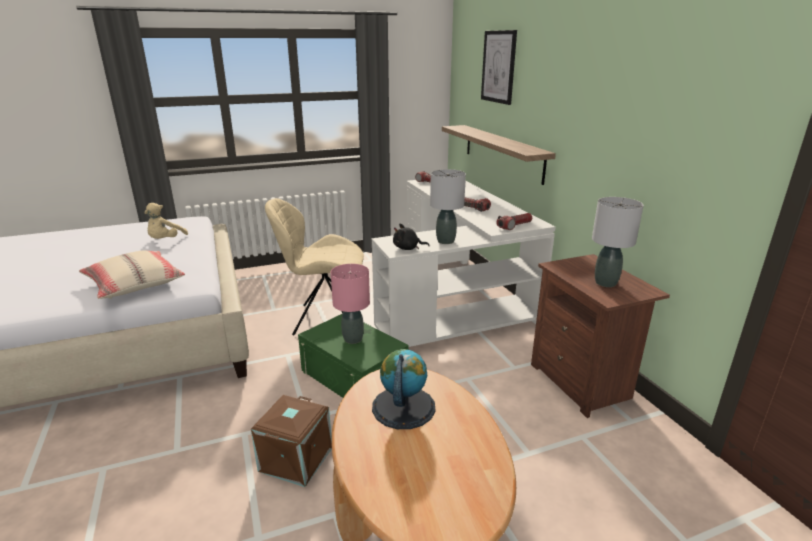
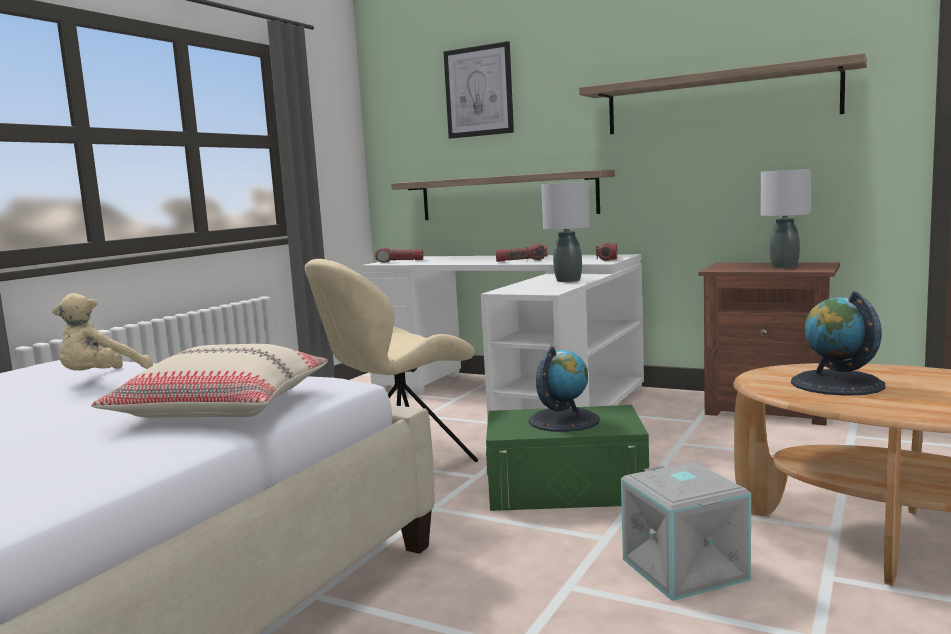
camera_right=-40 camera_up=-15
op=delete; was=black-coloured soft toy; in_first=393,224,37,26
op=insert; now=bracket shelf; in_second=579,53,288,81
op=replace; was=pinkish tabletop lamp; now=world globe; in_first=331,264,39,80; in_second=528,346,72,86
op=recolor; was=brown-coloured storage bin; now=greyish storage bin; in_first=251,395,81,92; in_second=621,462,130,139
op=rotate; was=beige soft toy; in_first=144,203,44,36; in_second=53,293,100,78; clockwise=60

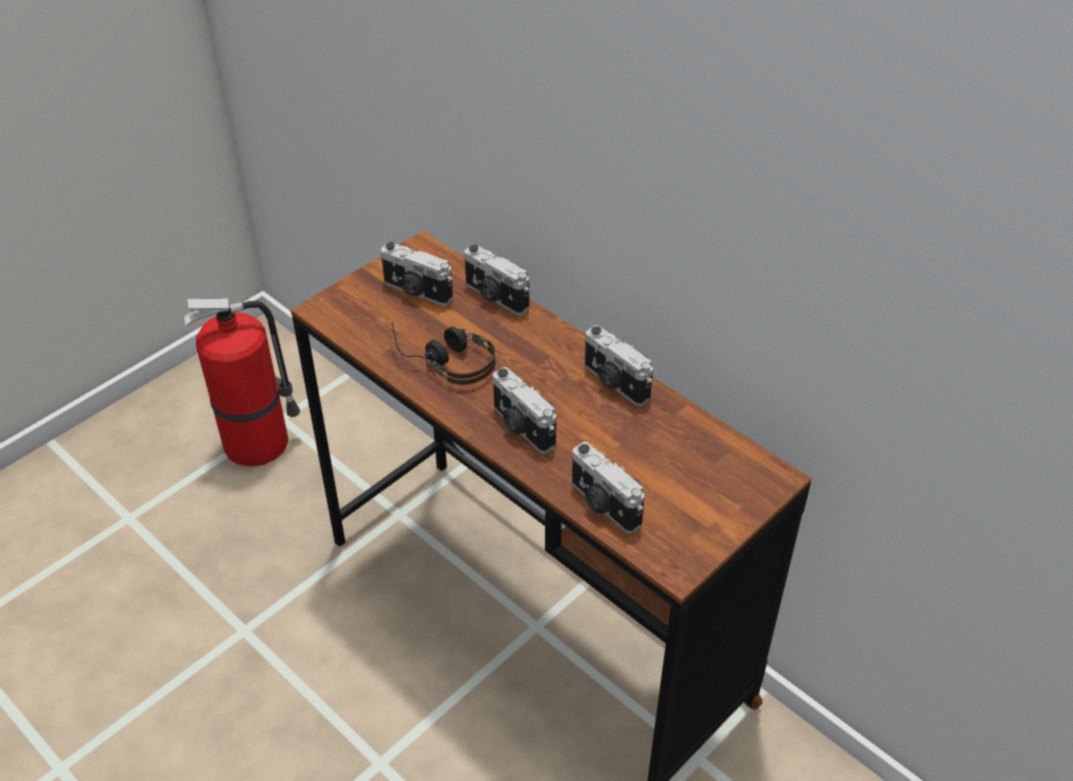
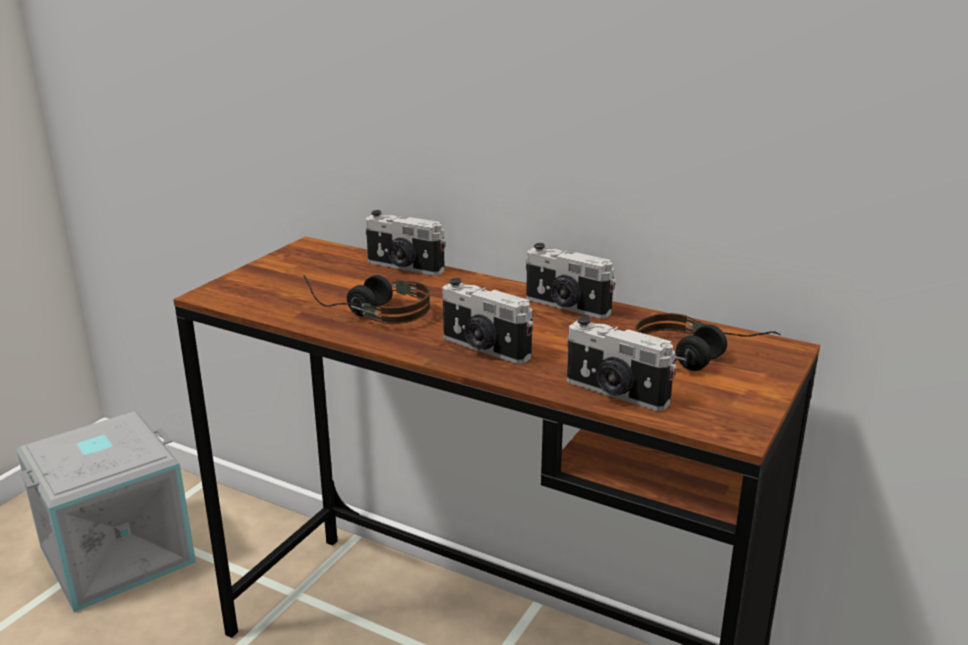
camera_right=-15 camera_up=-20
op=delete; was=still camera; in_first=381,242,72,64
op=insert; now=headphones; in_second=635,313,146,58
op=replace; was=fire-fighting cylinder; now=greyish storage bin; in_first=184,298,116,169; in_second=16,411,180,201

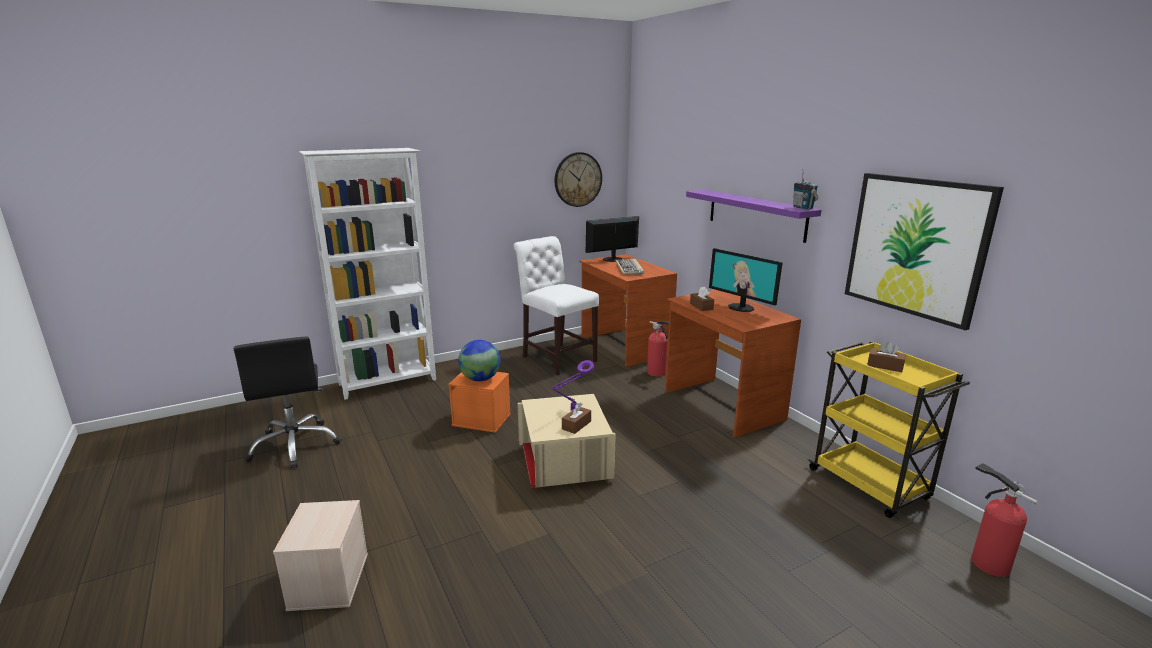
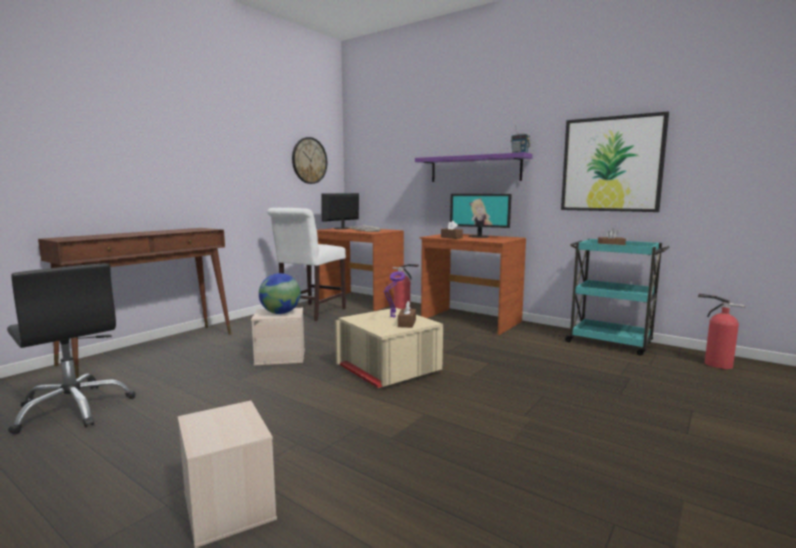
camera_right=-25 camera_up=-10
op=replace; was=white-coloured shelving unit; now=brown-coloured console table; in_first=299,148,137,252; in_second=38,228,193,150
op=recolor; was=orange-coloured storage bin; now=beige storage bin; in_first=448,372,63,61; in_second=251,308,54,57
op=recolor; was=yellow trolley; now=turquoise trolley; in_first=808,341,162,177; in_second=564,239,106,117
op=rotate; was=white-coloured chair; in_first=514,236,85,139; in_second=267,208,79,113; clockwise=-90

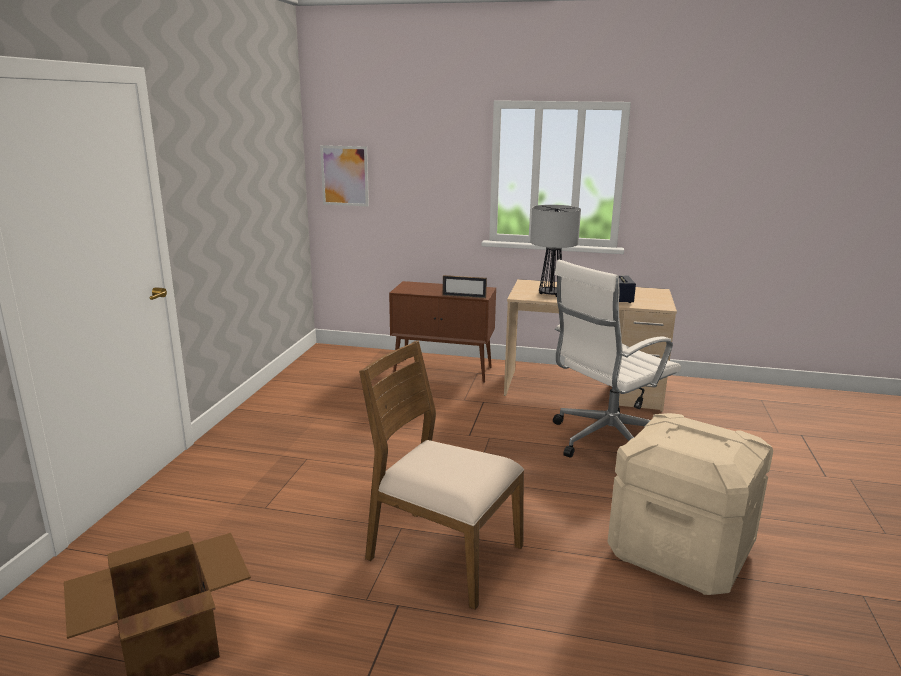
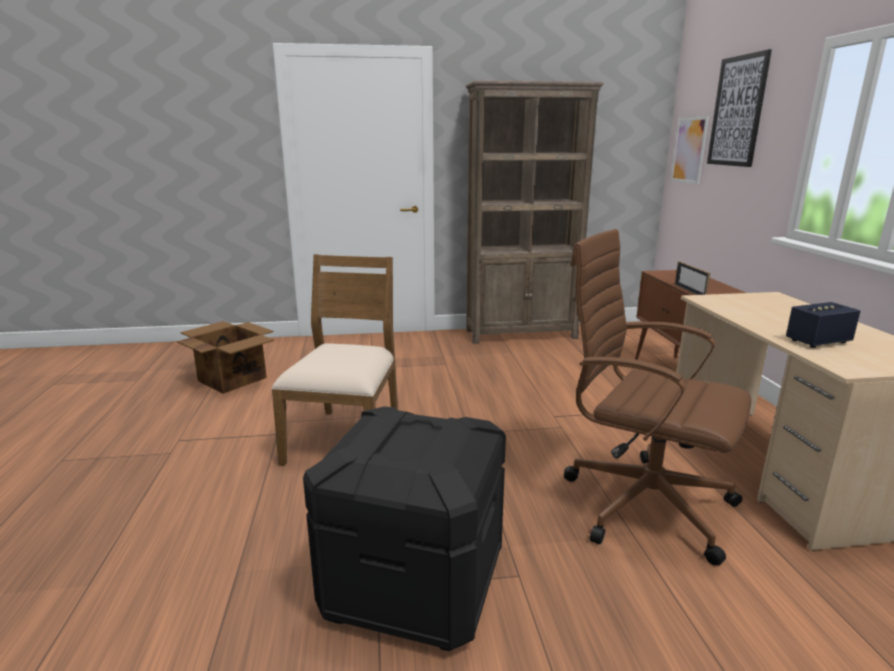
camera_right=70 camera_up=0
op=delete; was=tabletop lamp; in_first=530,205,51,92
op=insert; now=brown-coloured shelving unit; in_second=466,80,138,264
op=insert; now=wall picture; in_second=707,49,65,118
op=recolor; was=white-coloured office chair; now=brown-coloured office chair; in_first=553,260,128,198; in_second=564,229,187,336
op=recolor; was=beige storage bin; now=black-coloured storage bin; in_first=607,413,166,182; in_second=303,407,203,244

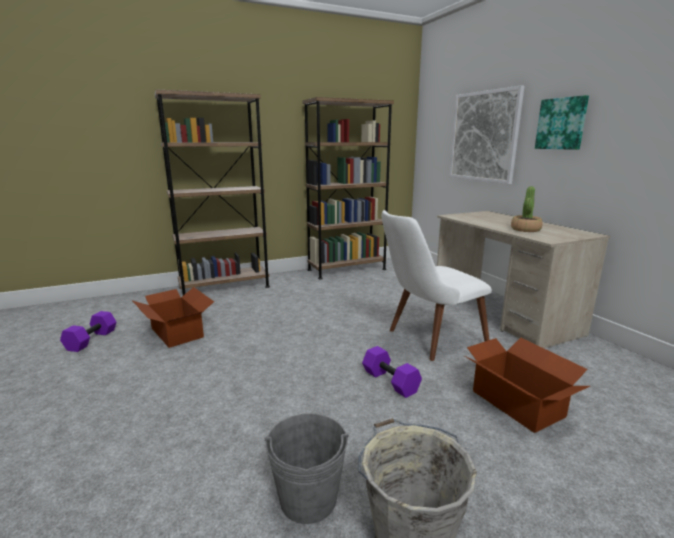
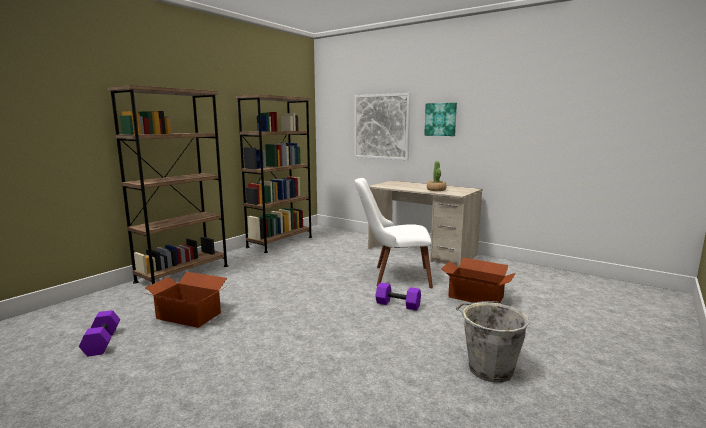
camera_right=-30 camera_up=-5
op=delete; was=greyish bucket; in_first=265,414,84,110
op=rotate; was=white-coloured chair; in_first=382,210,110,151; in_second=355,178,78,110; clockwise=60

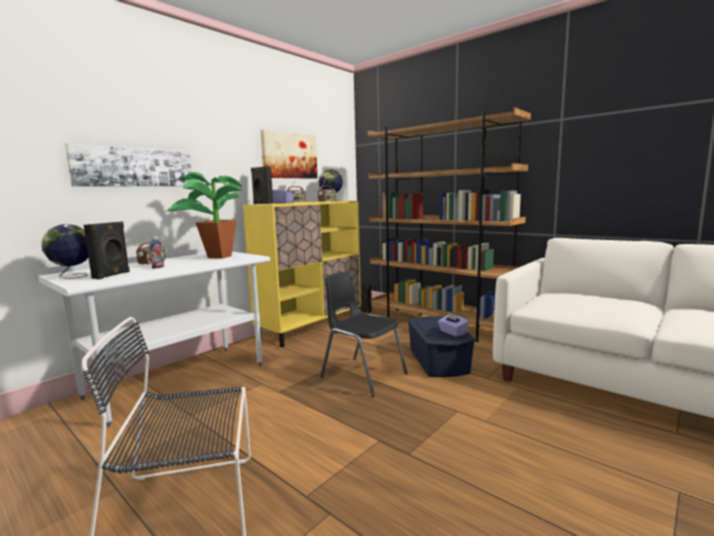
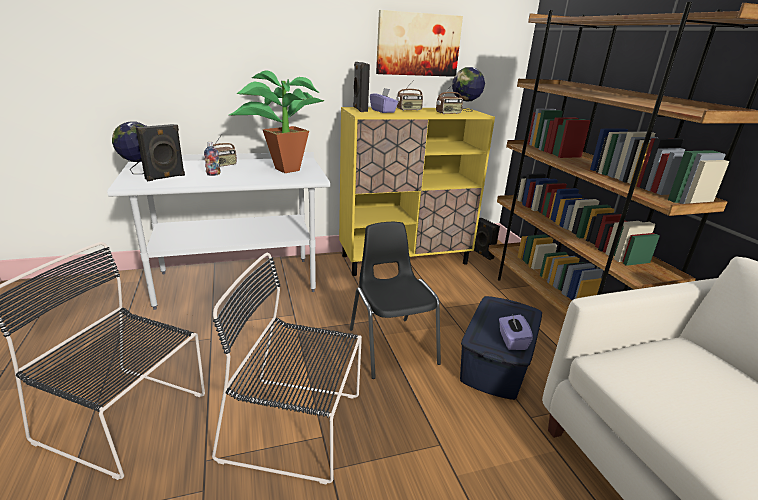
camera_right=30 camera_up=15
op=delete; was=wall picture; in_first=65,143,127,44
op=insert; now=black-coloured chair; in_second=212,253,150,232

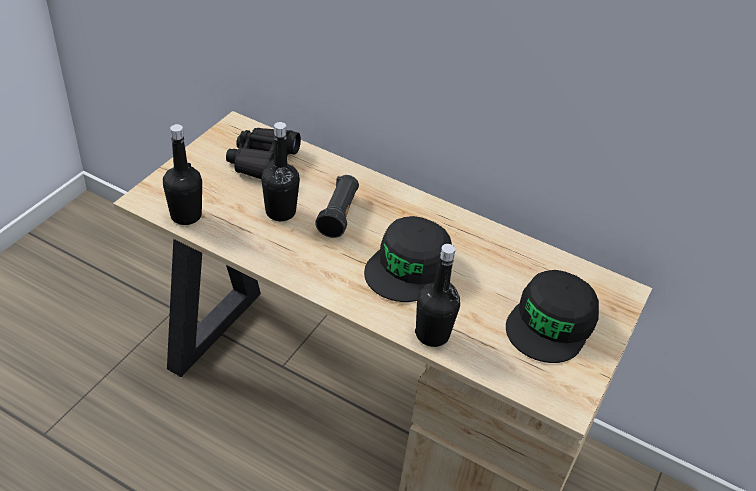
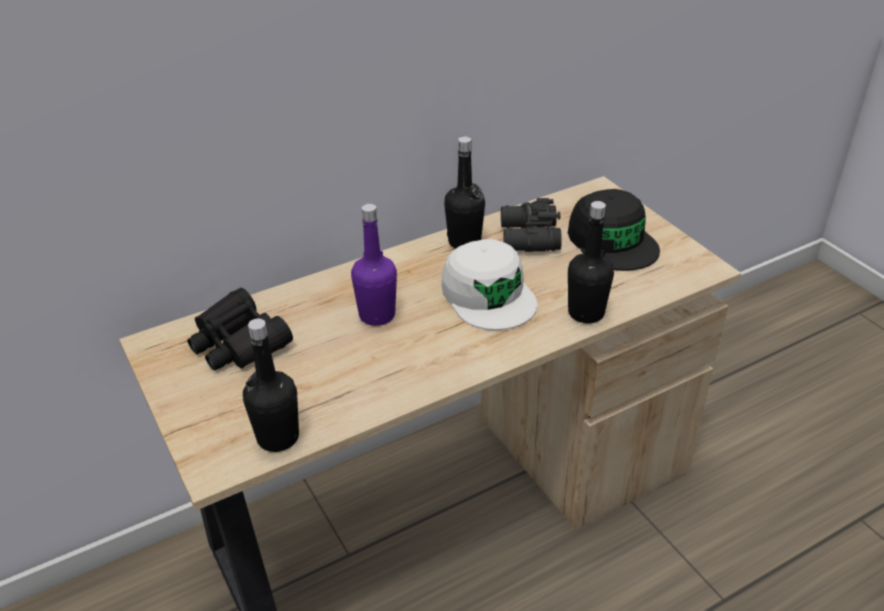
camera_right=-55 camera_up=-5
op=insert; now=black-coloured field glasses; in_second=501,198,61,54
op=move; was=black-coloured bottle; in_first=261,122,39,99; in_second=444,136,41,113
op=replace; was=black-coloured flashlight; now=purple bottle; in_first=315,175,44,63; in_second=351,204,46,122
op=recolor; was=black-coloured peaked cap; now=white-coloured peaked cap; in_first=364,216,88,86; in_second=442,239,95,91

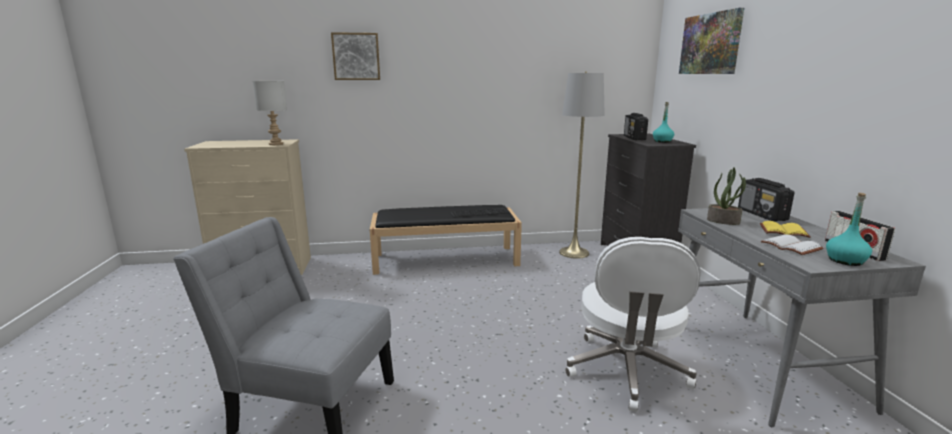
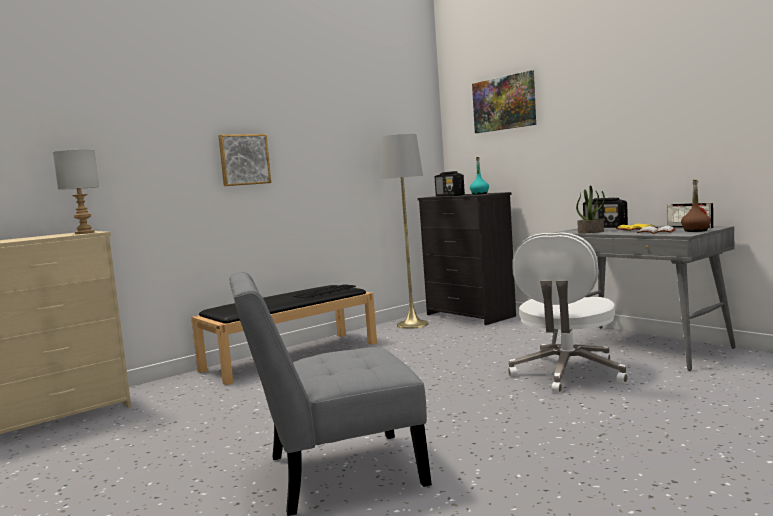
camera_right=-30 camera_up=-10
op=move; was=wall picture; in_first=331,32,49,48; in_second=218,134,53,52
op=recolor; was=turquoise bottle; now=brown-coloured bottle; in_first=826,193,46,73; in_second=681,179,30,53
op=rotate; was=white-coloured office chair; in_first=565,237,136,175; in_second=508,232,120,161; clockwise=45

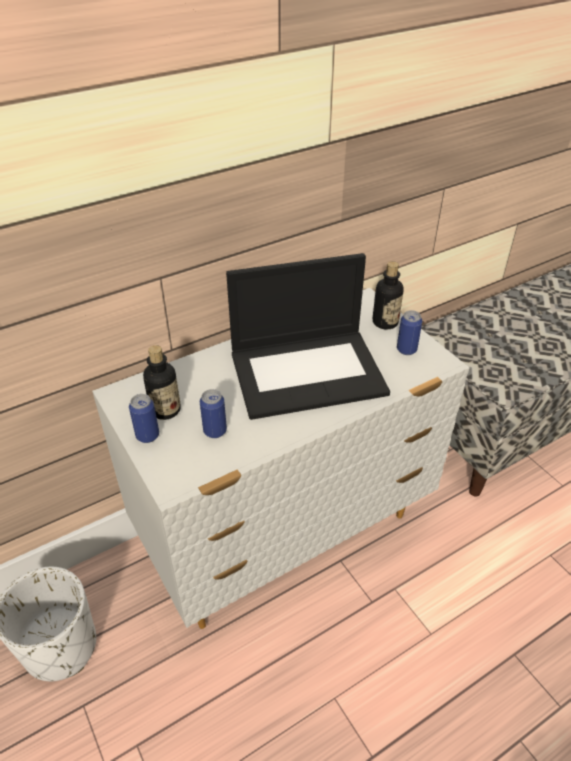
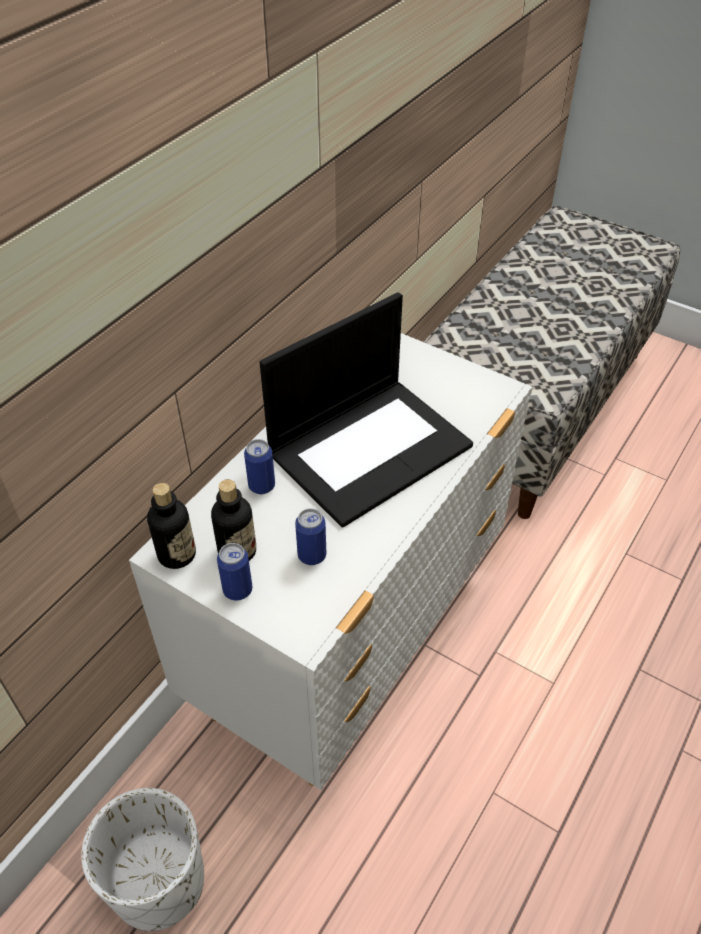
camera_right=-25 camera_up=5
op=move; was=bottle; in_first=373,261,31,69; in_second=147,483,49,86
op=move; was=can; in_first=397,310,25,45; in_second=244,439,31,55

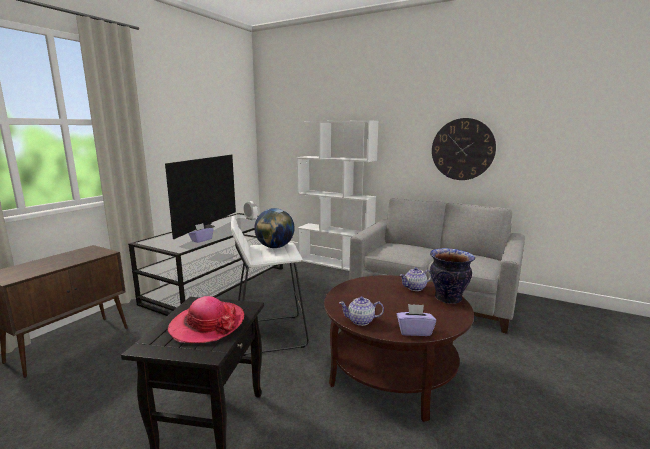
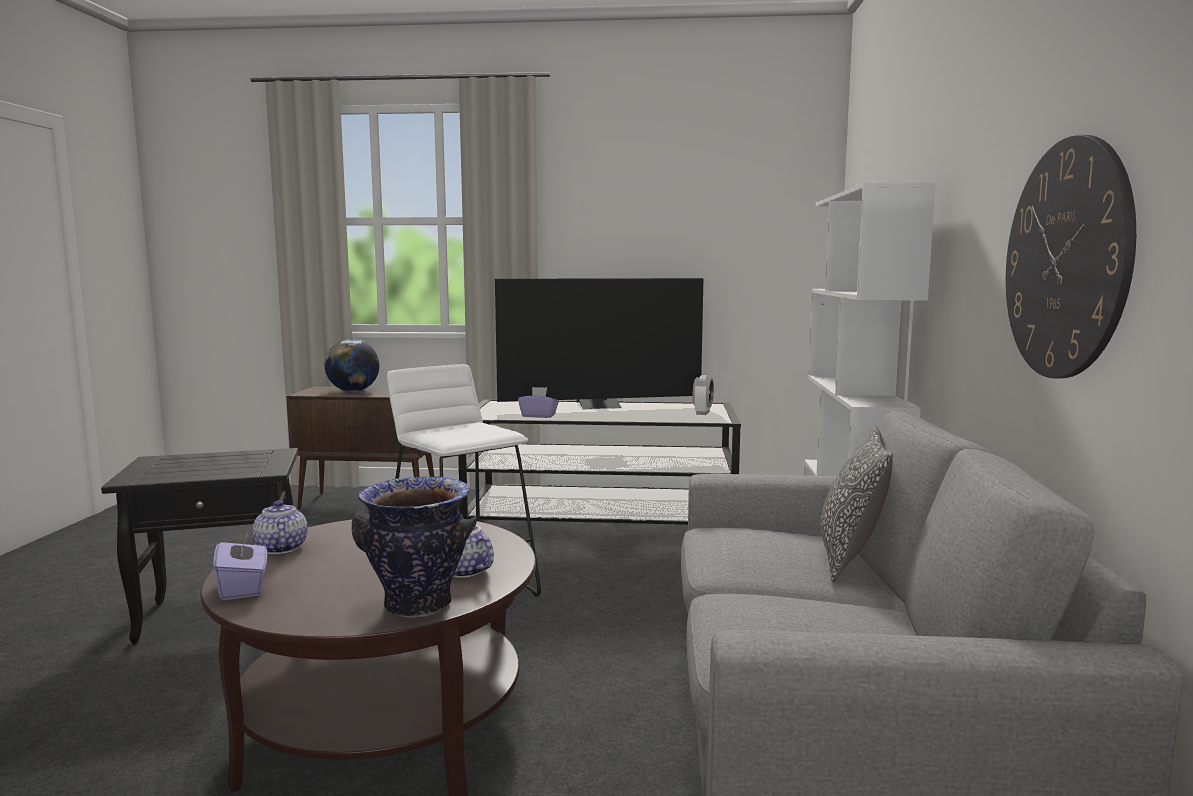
camera_right=65 camera_up=-5
op=delete; was=hat; in_first=168,296,76,47
op=insert; now=pillow; in_second=821,425,72,157
op=move; was=world globe; in_first=254,208,41,40; in_second=325,339,54,53

